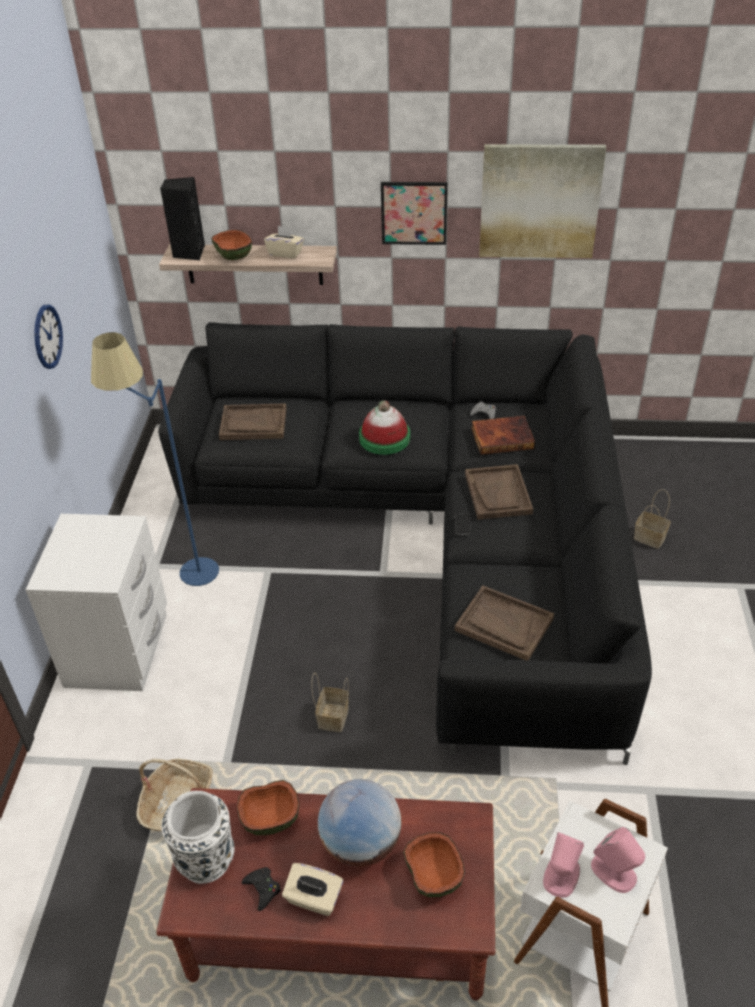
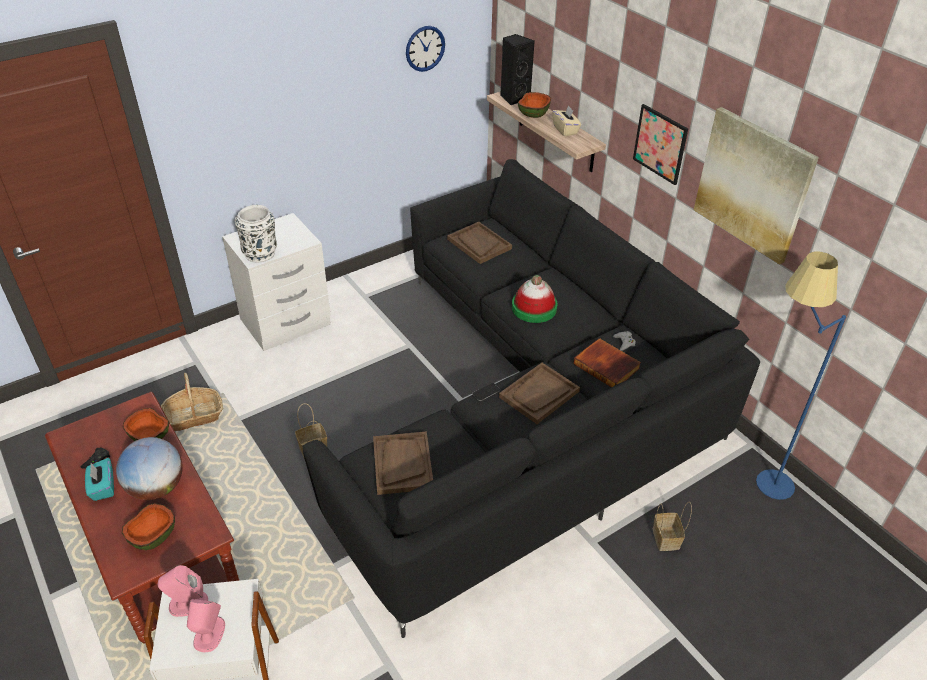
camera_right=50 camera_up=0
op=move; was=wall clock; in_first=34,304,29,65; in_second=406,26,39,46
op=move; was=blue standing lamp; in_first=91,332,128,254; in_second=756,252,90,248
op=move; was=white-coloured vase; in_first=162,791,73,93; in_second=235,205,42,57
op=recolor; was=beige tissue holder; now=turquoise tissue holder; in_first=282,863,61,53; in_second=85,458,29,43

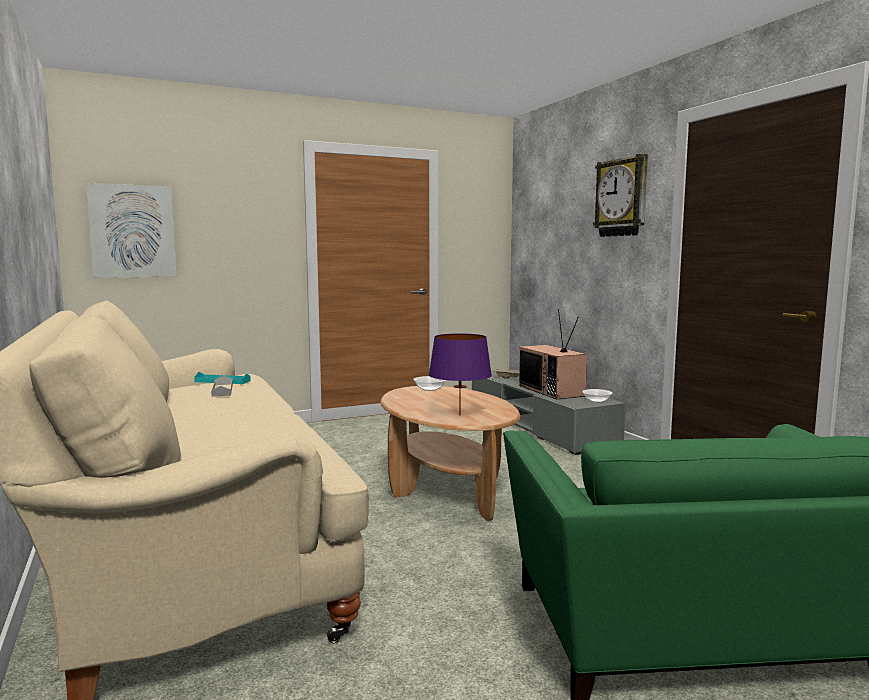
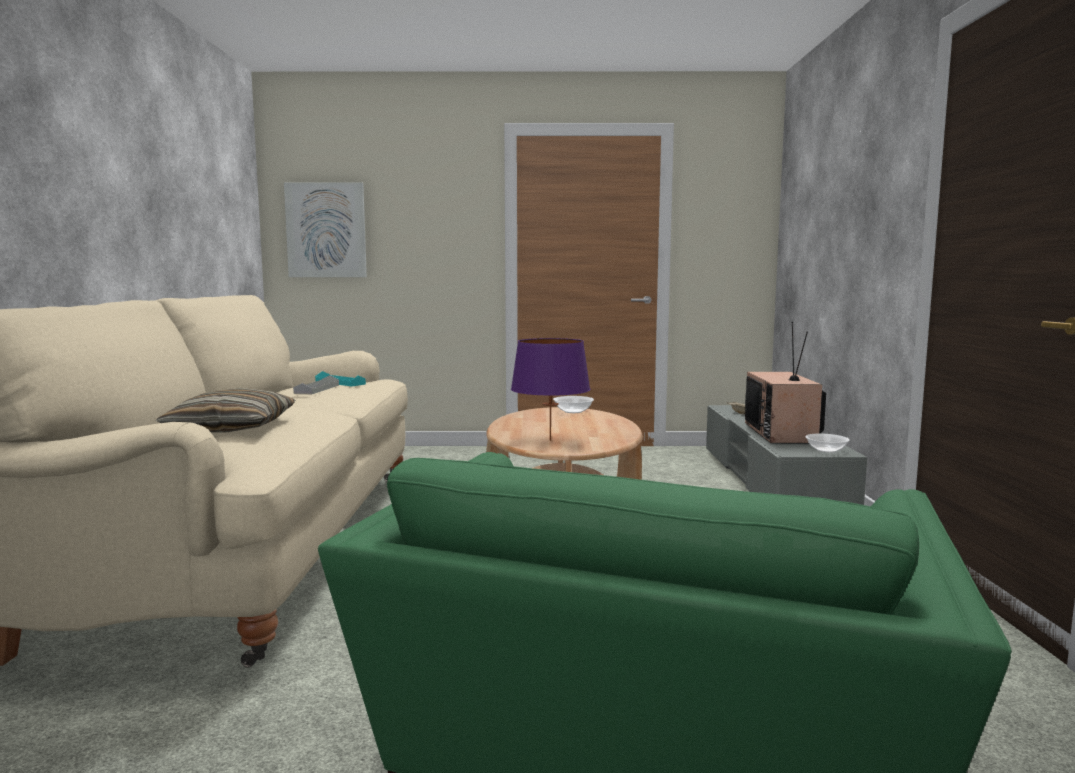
camera_right=25 camera_up=0
op=delete; was=wall clock; in_first=593,154,55,83
op=insert; now=pillow; in_second=156,388,139,45

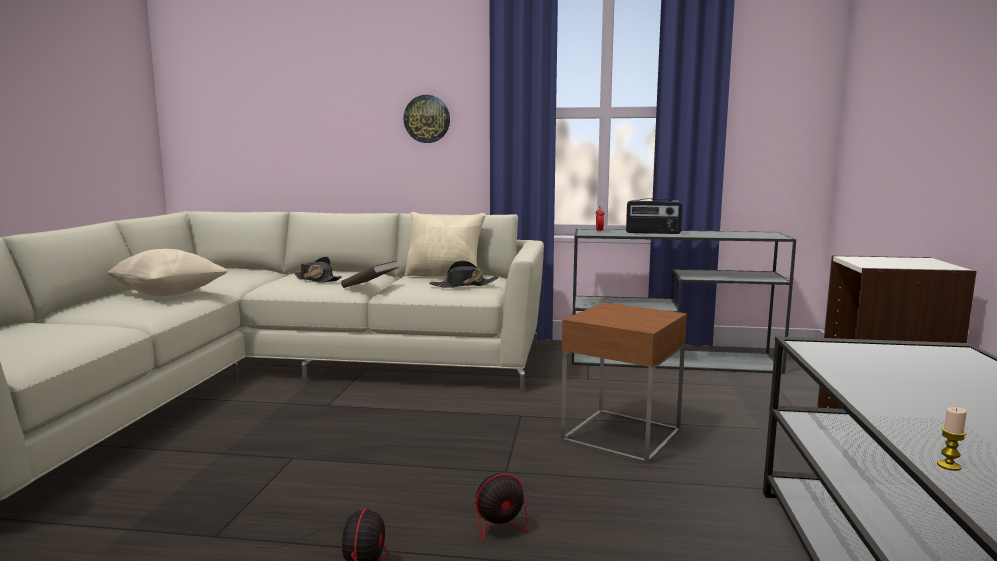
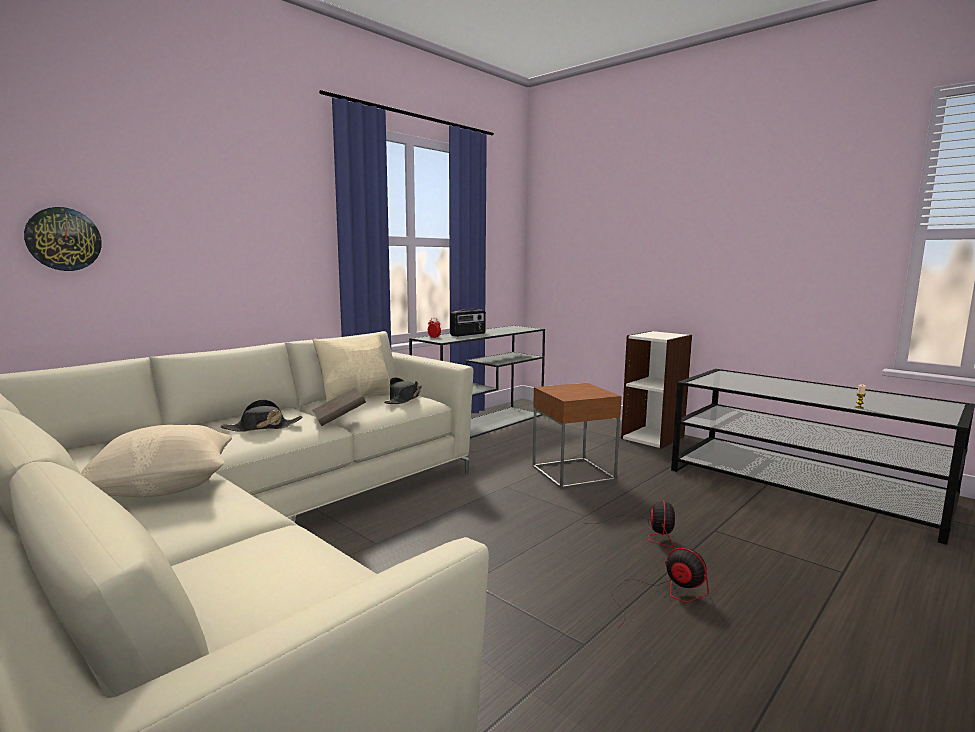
camera_right=-55 camera_up=0
op=move; was=wall clock; in_first=403,95,47,48; in_second=24,207,78,64

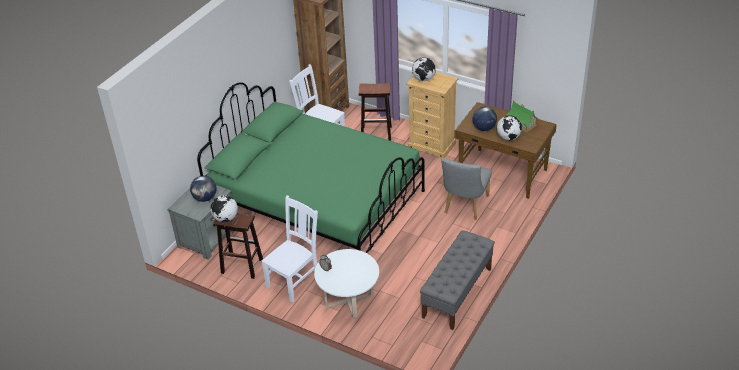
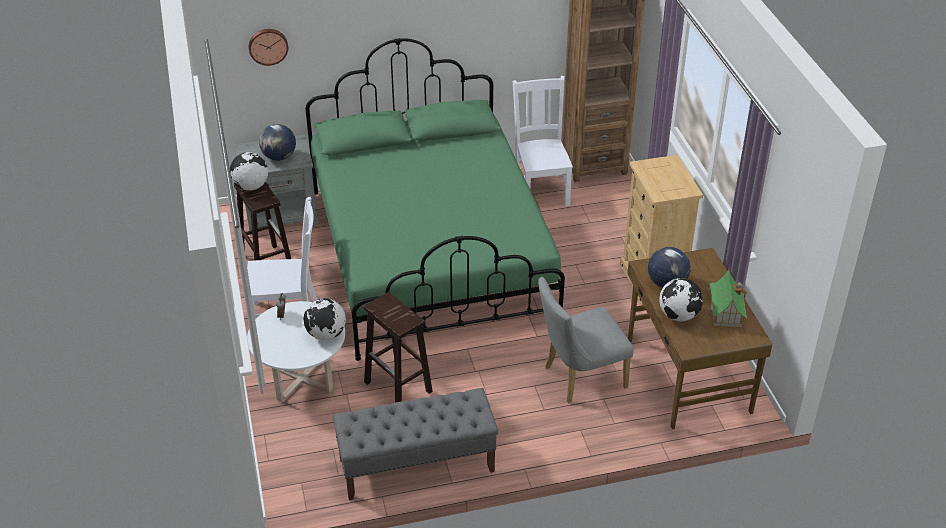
camera_right=45 camera_up=0
op=insert; now=wall clock; in_second=249,29,39,37
op=move; was=brown-coloured stool; in_first=359,83,33,58; in_second=364,292,69,111
op=move; was=world globe; in_first=412,57,24,24; in_second=303,298,43,42

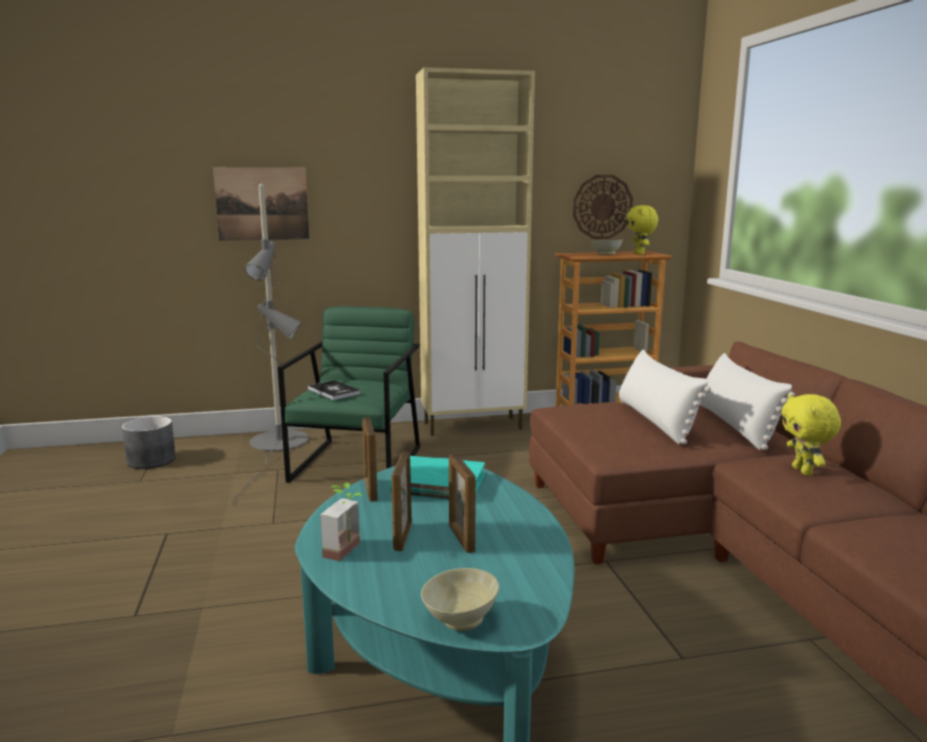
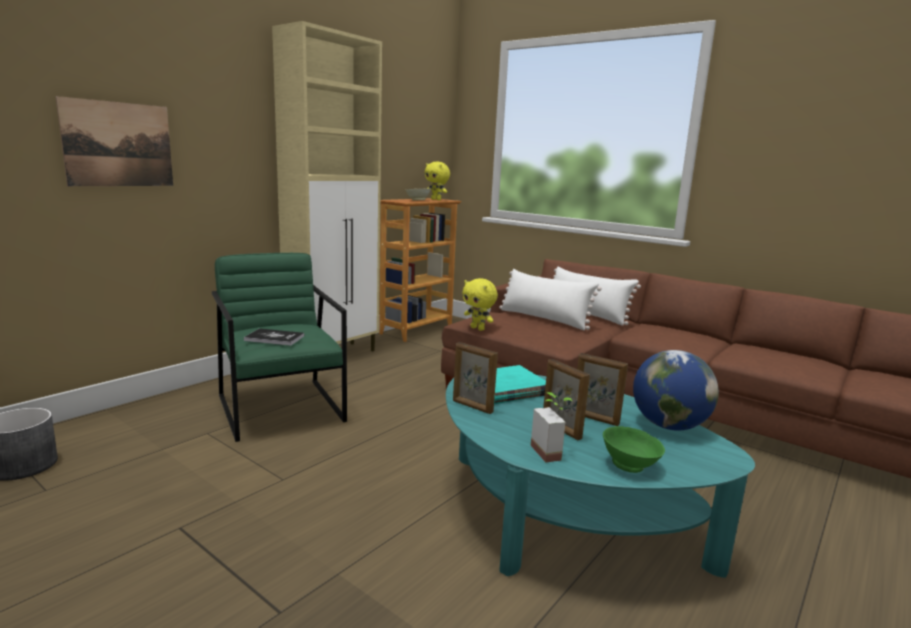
camera_right=-40 camera_up=0
op=delete; was=greyish standing lamp; in_first=232,184,77,320
op=delete; was=beige bowl; in_first=421,568,78,63
op=delete; was=wall clock; in_first=573,175,60,64
op=insert; now=greenish bowl; in_second=603,426,62,47
op=insert; now=world globe; in_second=633,350,86,81
op=move; was=yellow soft toy; in_first=781,394,60,82; in_second=462,278,36,53

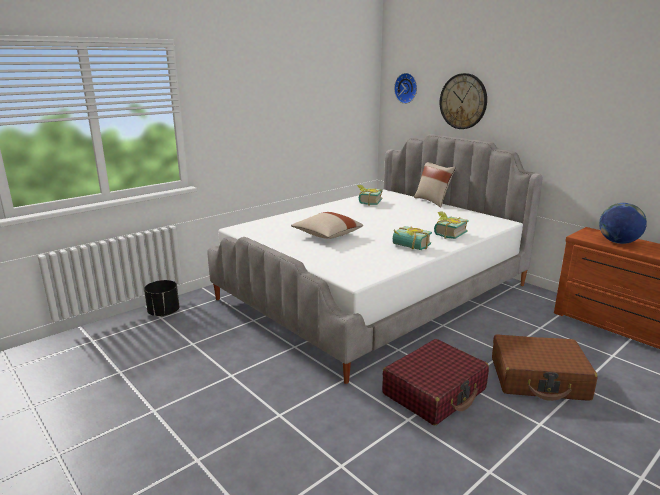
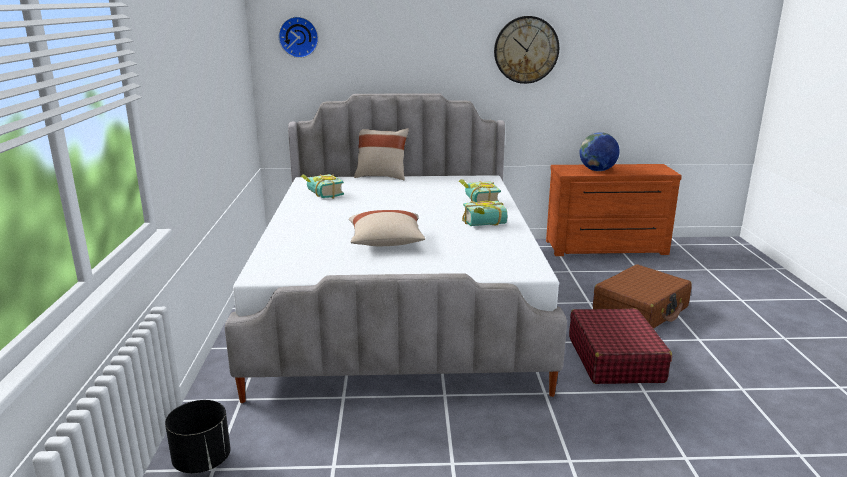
camera_right=-50 camera_up=0
op=move; was=wall clock; in_first=440,73,47,56; in_second=494,16,65,68

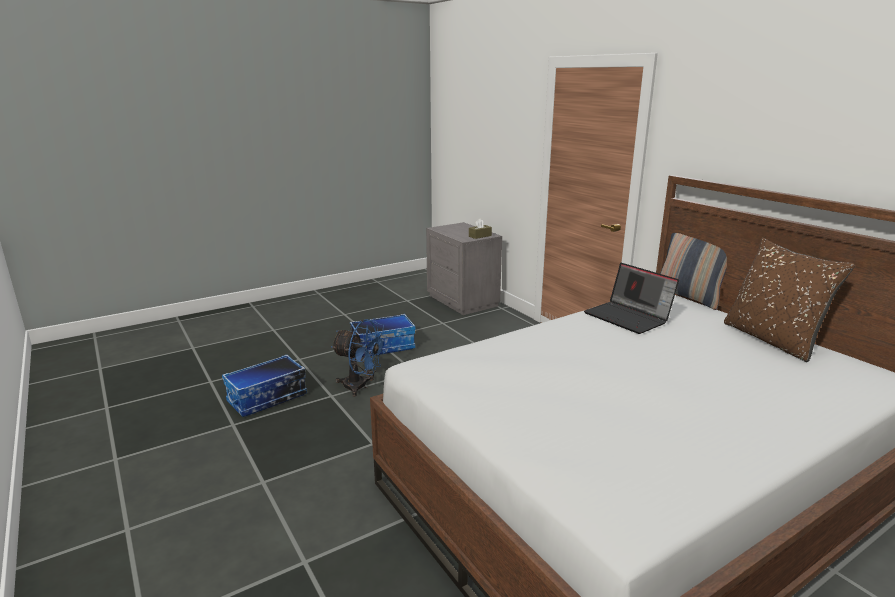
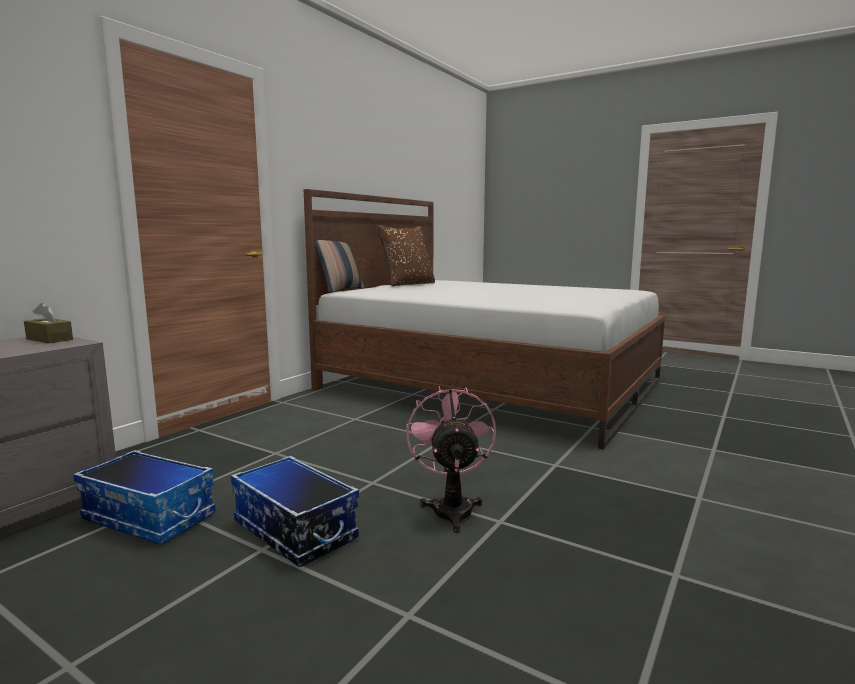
camera_right=-115 camera_up=-10
op=delete; was=laptop; in_first=584,263,95,71
op=move; was=storage bin; in_first=222,355,85,62; in_second=73,450,143,94
op=recolor; was=blue cooling fan; now=pinkish cooling fan; in_first=331,319,56,78; in_second=406,386,90,147

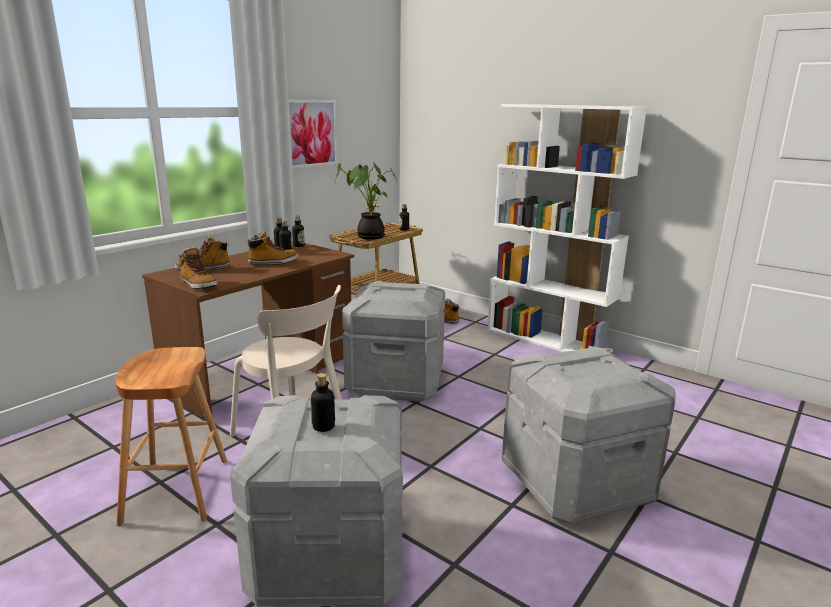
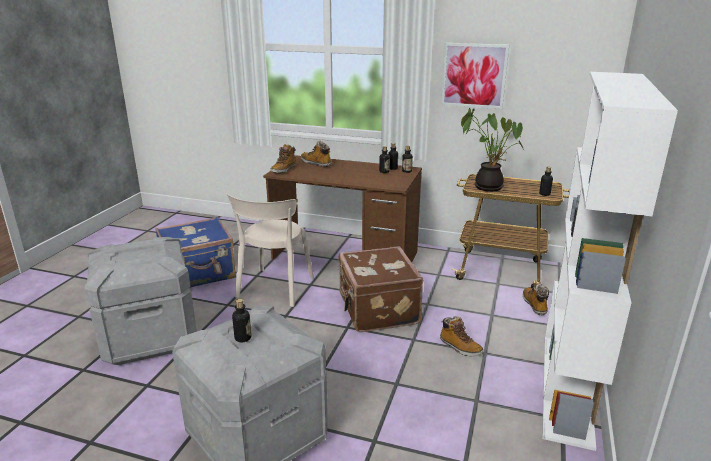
camera_right=70 camera_up=5
op=move; was=high-top boot; in_first=246,231,52,34; in_second=440,316,43,40
op=move; was=bottle; in_first=311,373,24,59; in_second=232,299,20,43
op=replace; was=brown-coloured stool; now=blue suitcase; in_first=115,347,112,179; in_second=155,217,81,71
op=replace; was=greyish storage bin; now=brown-coloured suitcase; in_first=342,281,103,121; in_second=338,246,85,86

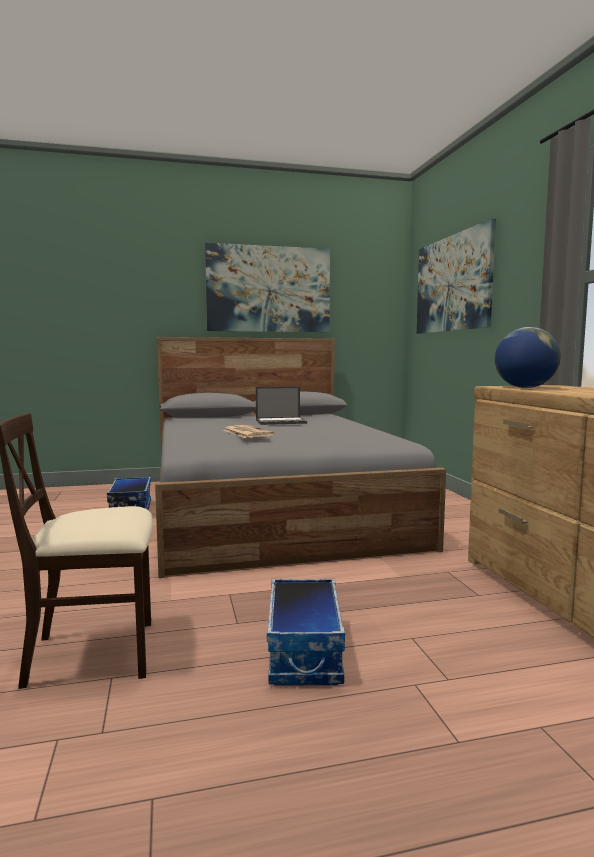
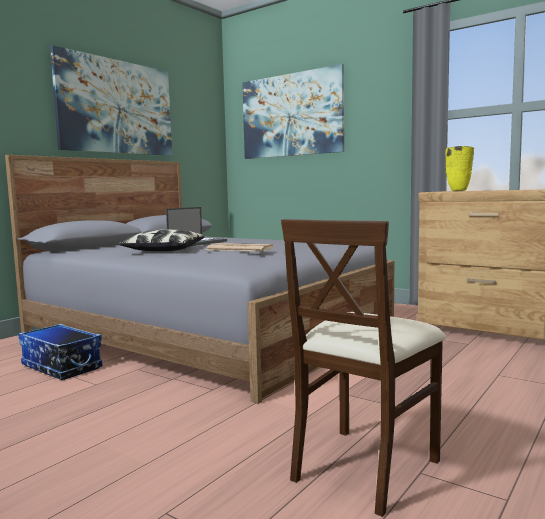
camera_right=-40 camera_up=0
op=delete; was=storage bin; in_first=267,578,78,108
op=insert; now=pillow; in_second=119,229,85,22
op=replace; was=world globe; now=yellow vase; in_first=495,327,66,61; in_second=445,146,29,45

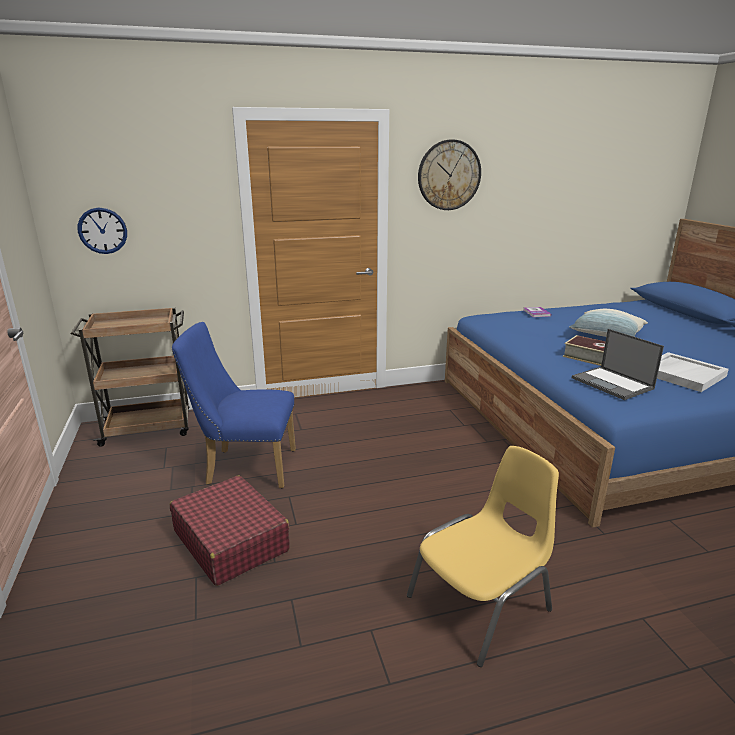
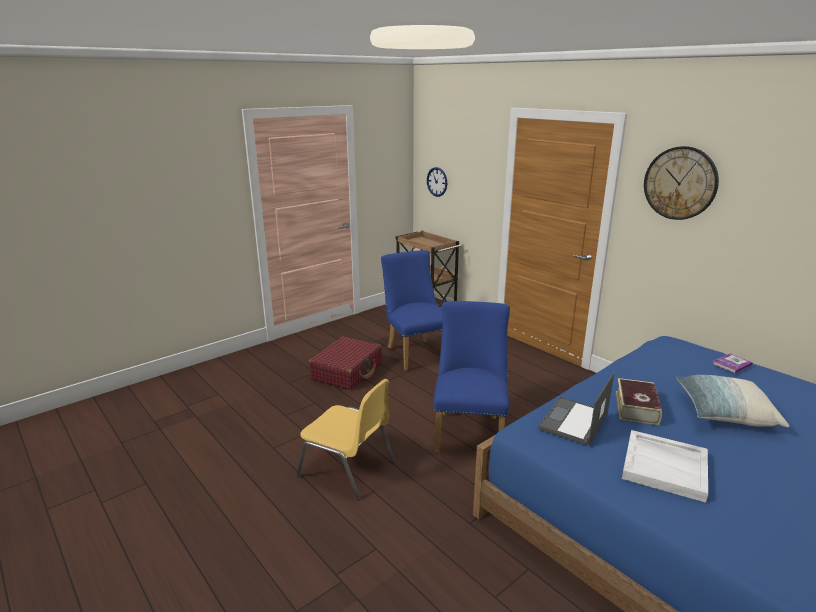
camera_right=65 camera_up=0
op=insert; now=blue chair; in_second=434,301,76,152

